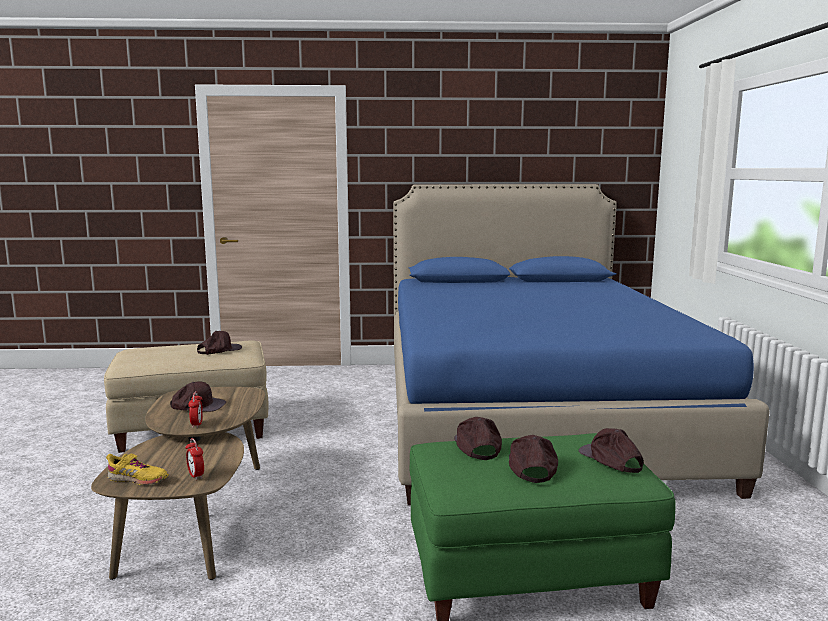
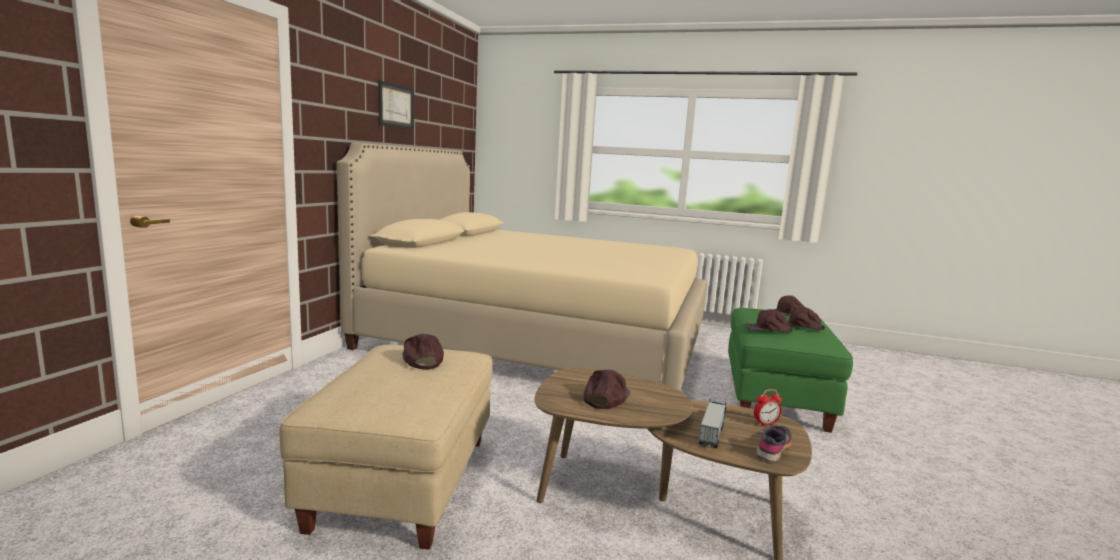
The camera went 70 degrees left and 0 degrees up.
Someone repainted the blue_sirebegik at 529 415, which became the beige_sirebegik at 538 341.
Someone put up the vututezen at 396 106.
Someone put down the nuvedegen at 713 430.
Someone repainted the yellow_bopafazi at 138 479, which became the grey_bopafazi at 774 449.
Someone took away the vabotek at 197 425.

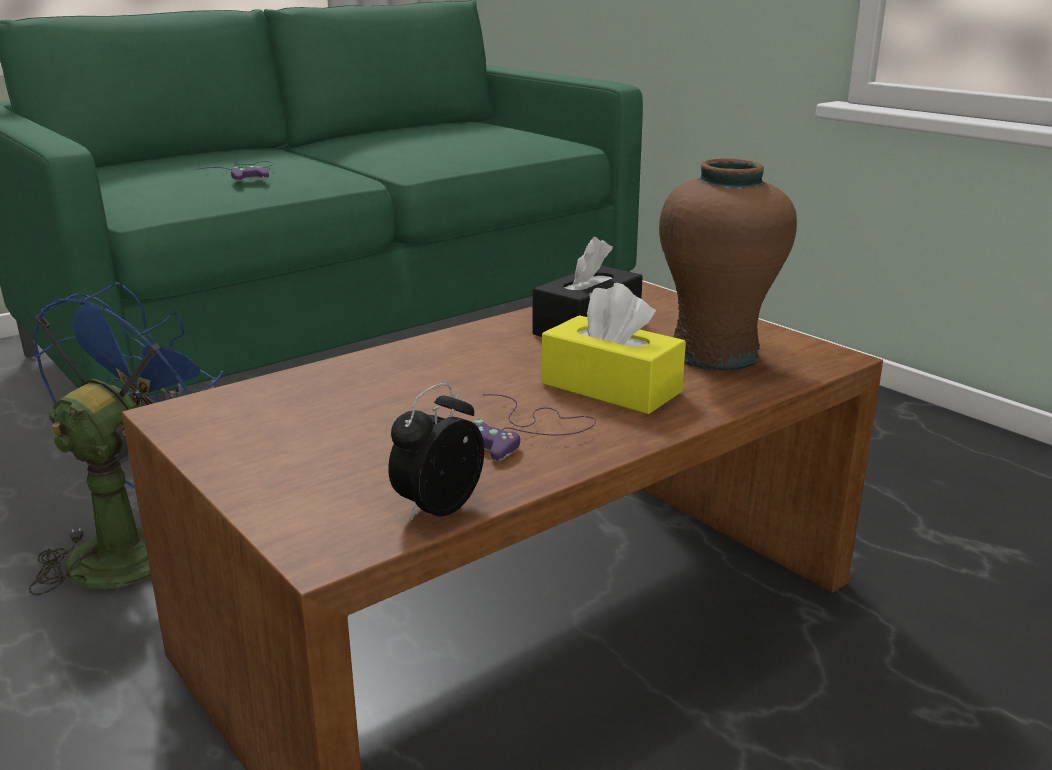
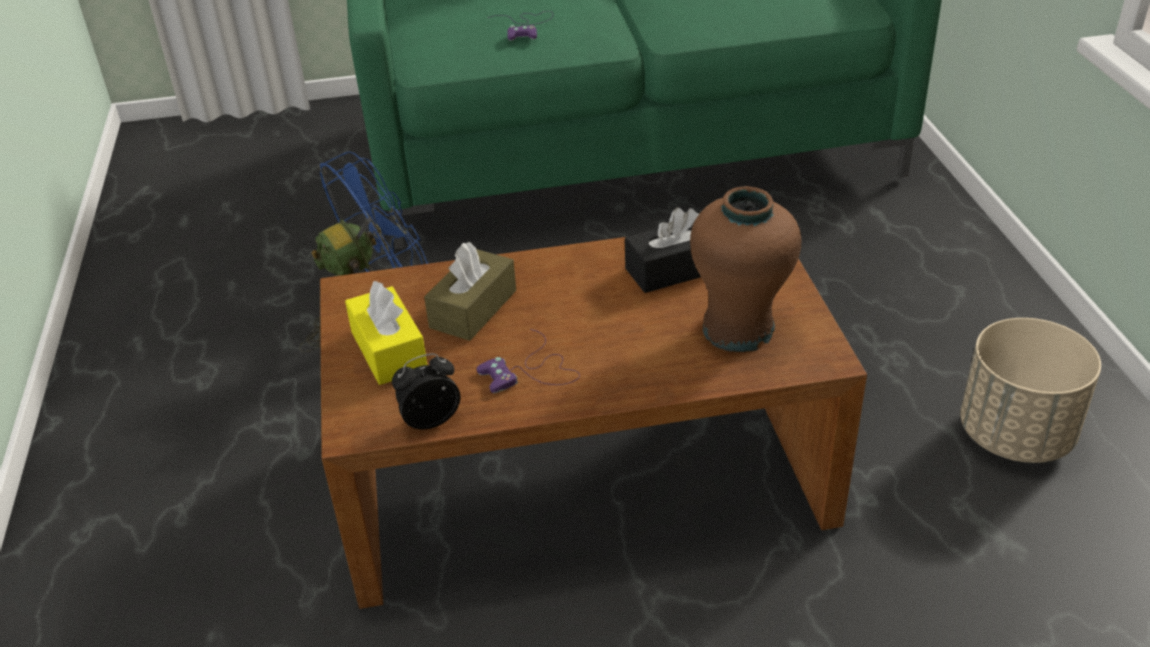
The camera went 30 degrees right and 15 degrees up.
Someone carried the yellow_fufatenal from 611 388 to 388 350.
Someone put down the brown_fufatenal at 473 309.
Someone put down the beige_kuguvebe at 1015 436.

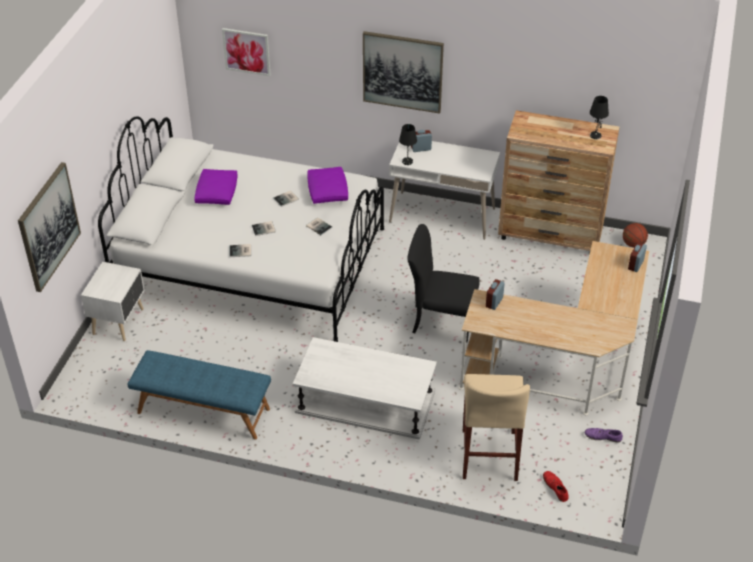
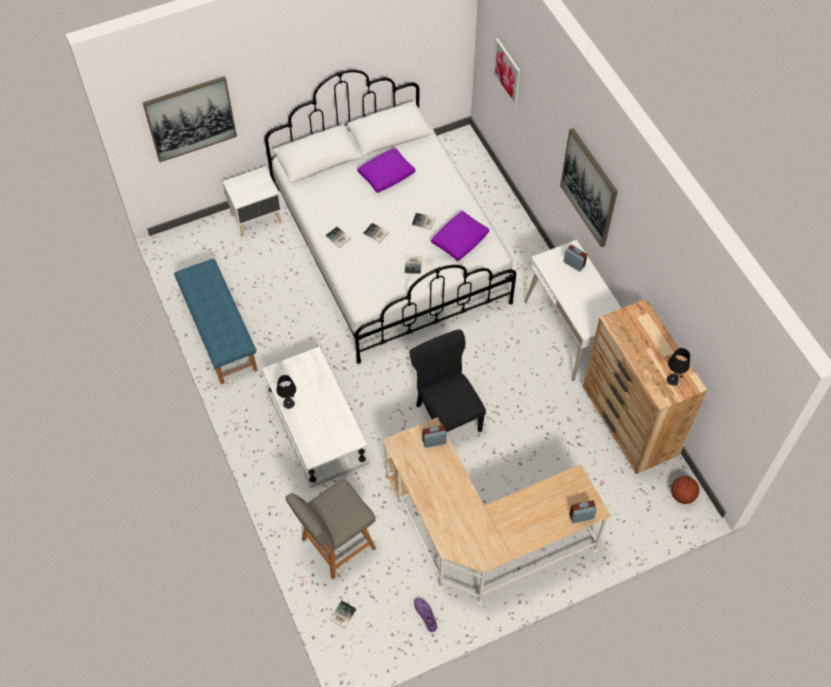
The camera went 50 degrees right and 15 degrees up.
Someone carried the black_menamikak from 407 161 to 289 403.
Someone swapped the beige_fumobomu at 489 454 for the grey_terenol at 336 545.
Someone swapped the red_bopafazi at 555 488 for the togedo at 342 614.

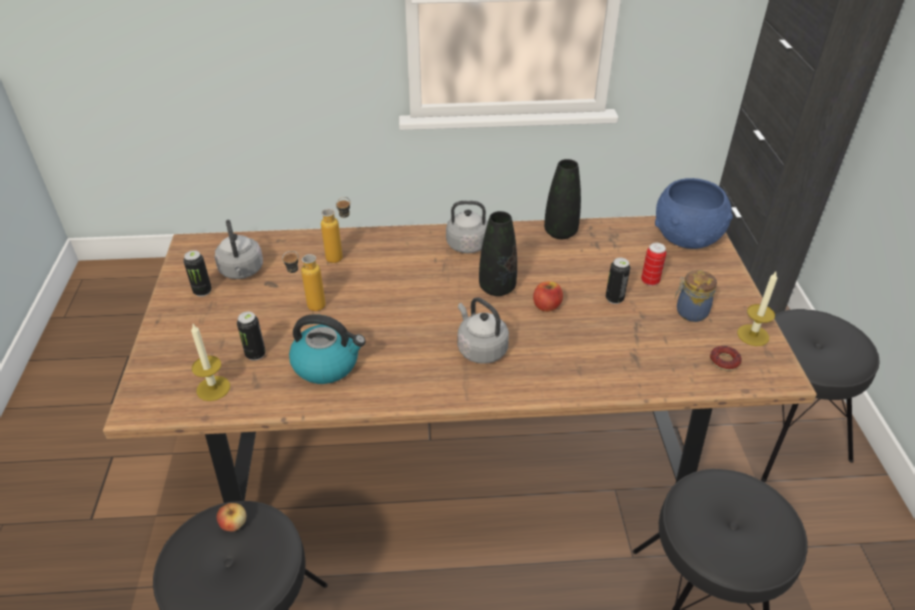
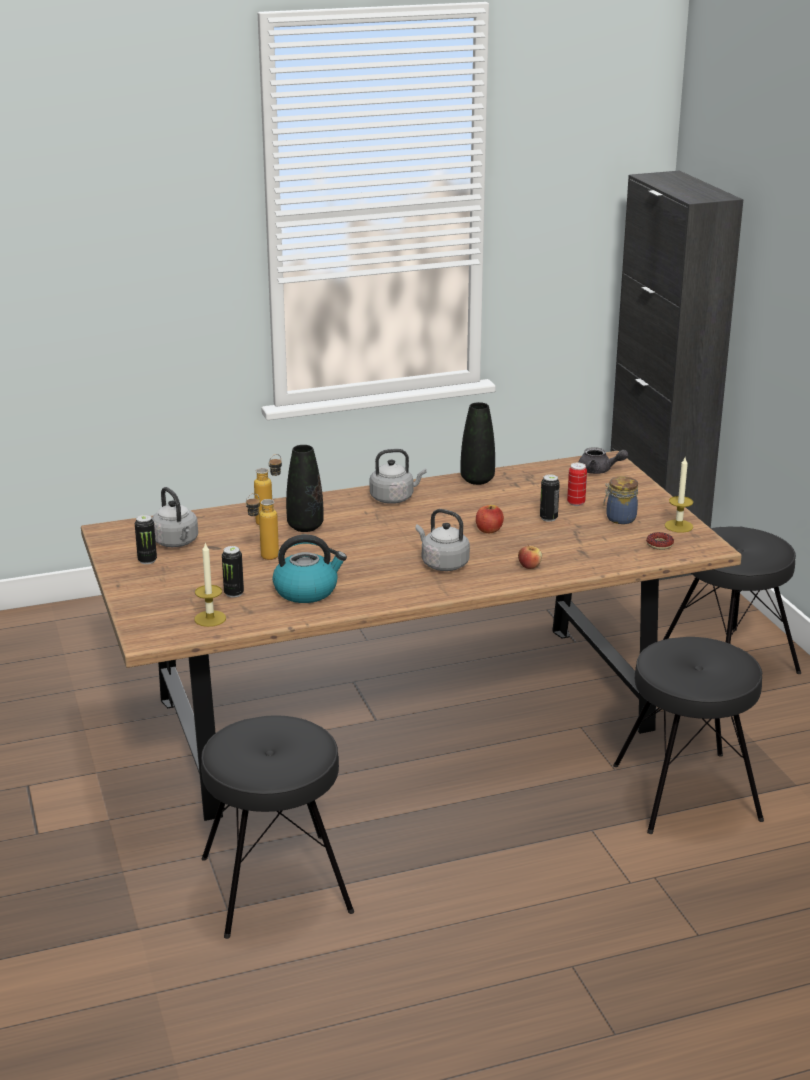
The camera went 15 degrees left and 15 degrees down.
Someone carried the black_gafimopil from 497 288 to 305 526.
Someone carried the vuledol from 234 524 to 529 566.
Someone swapped the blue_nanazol at 687 239 for the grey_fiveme at 599 471.

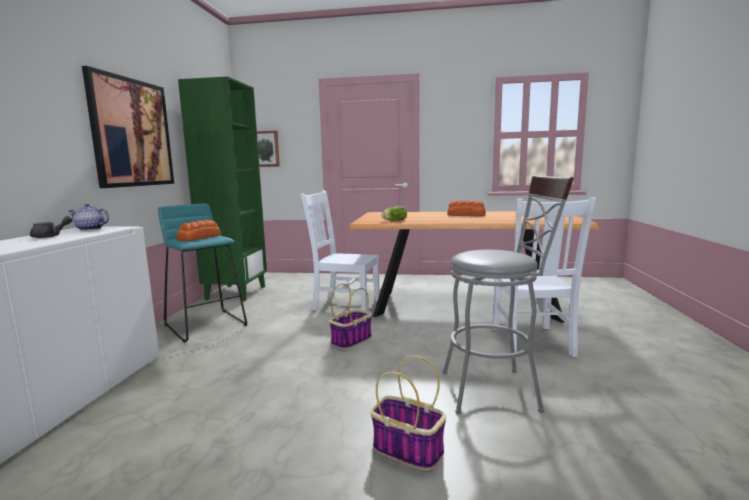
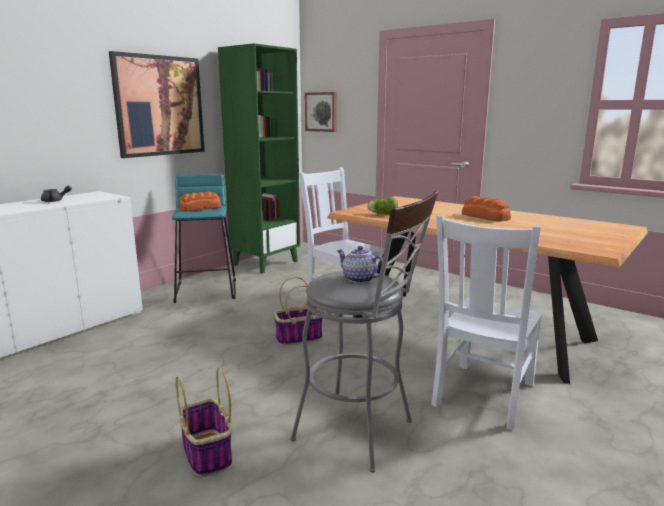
The camera went 30 degrees right and 5 degrees up.
Someone carried the fiveme from 89 229 to 359 279.

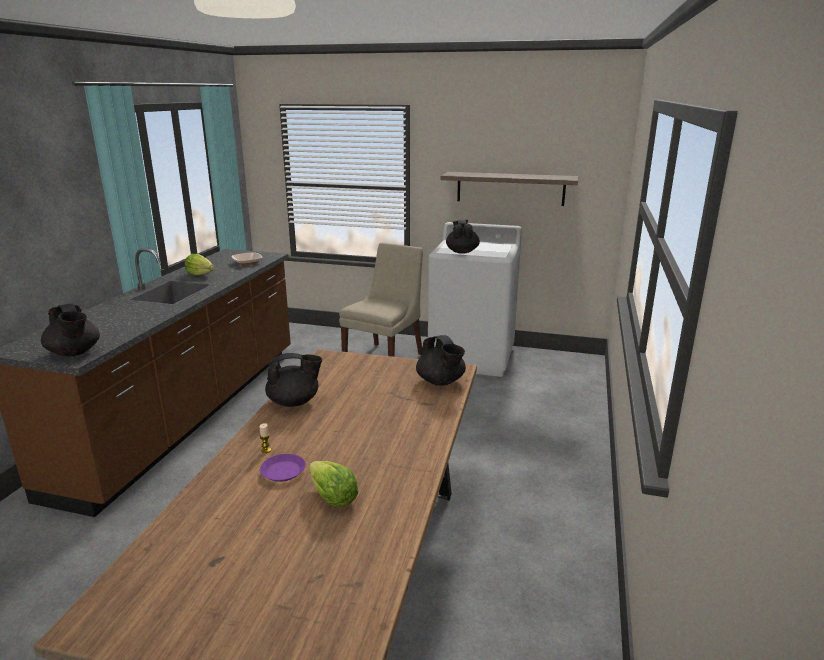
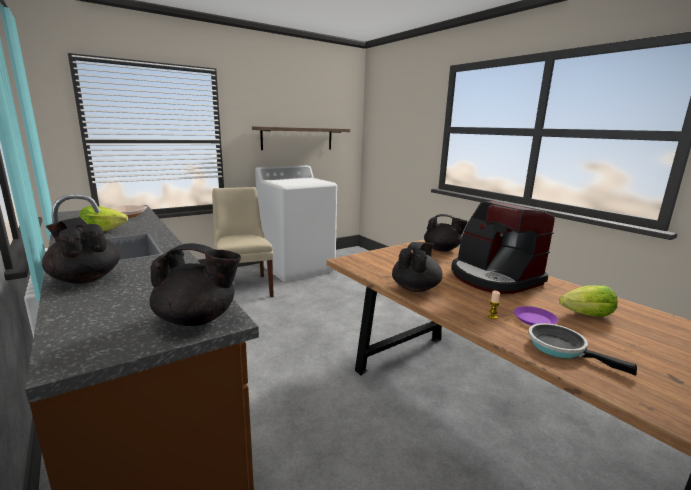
The camera went 50 degrees left and 5 degrees down.
Someone carried the black_fiveme from 462 252 to 85 278.
Someone put down the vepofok at 493 277.
Someone put down the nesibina at 561 348.

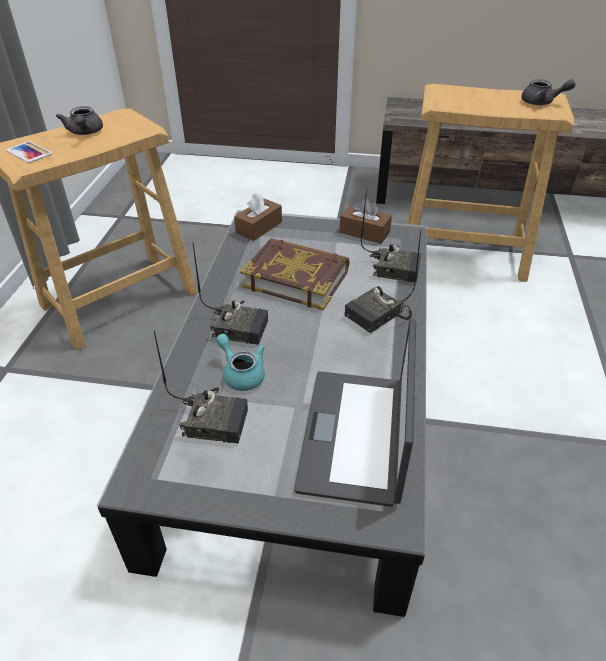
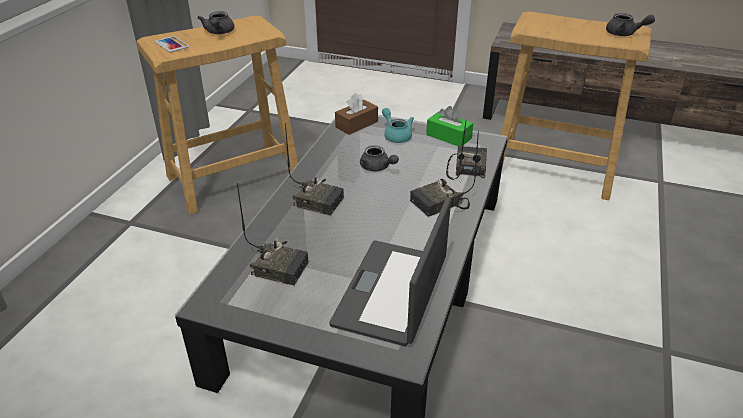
The camera went 10 degrees right and 5 degrees down.
Someone swapped the togedo at 296 278 for the grey_fiveme at 377 168.
Someone carried the turquoise_fiveme from 241 373 to 396 135.
Someone repainted the brown_fufatenal at 364 232, which became the green_fufatenal at 448 136.
Someone rotated the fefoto at 394 268 by 105 degrees counterclockwise.

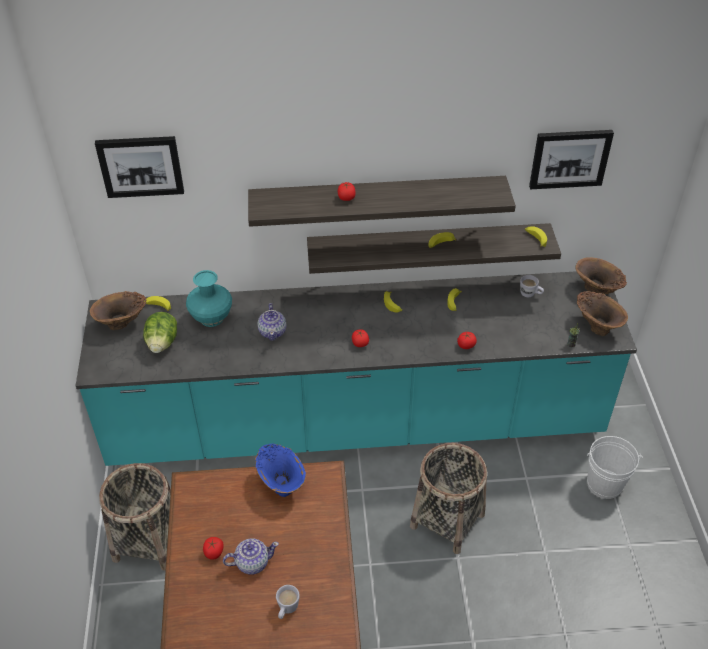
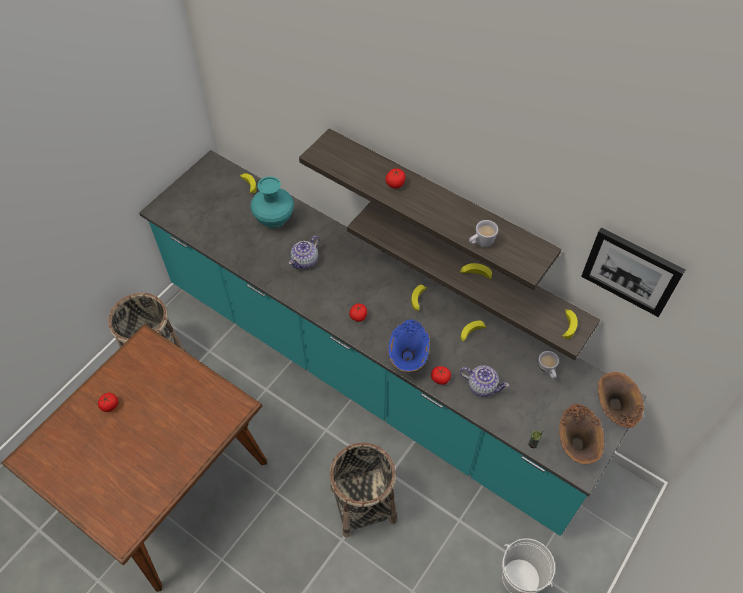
The camera went 40 degrees right and 10 degrees up.
Someone carried the blue_gafimopil from 281 484 to 408 358.
Someone carried the fiveme from 252 562 to 481 386.
Someone carried the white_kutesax from 287 610 to 481 243.
Someone took away the brown_gafimopil at 123 324.
Someone took away the vututezen at 141 166.
Someone took away the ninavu at 162 343.

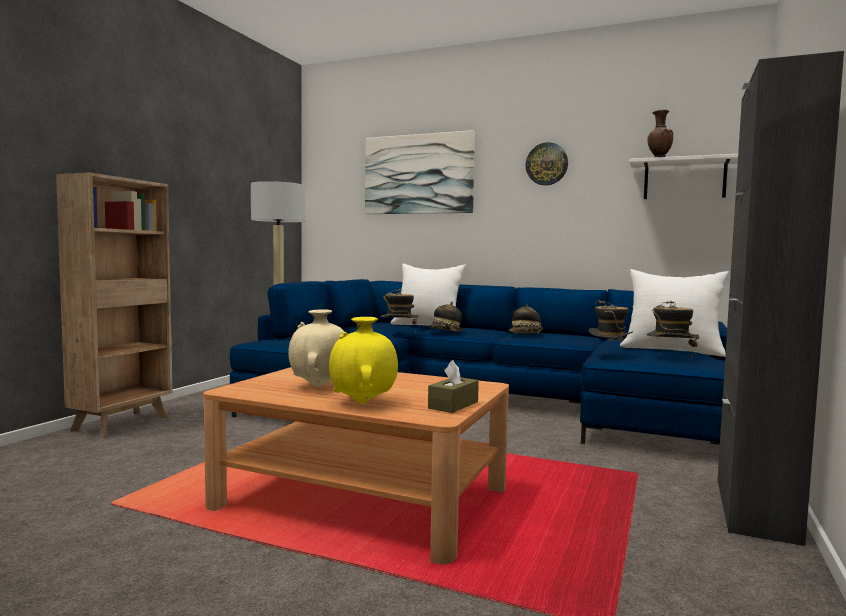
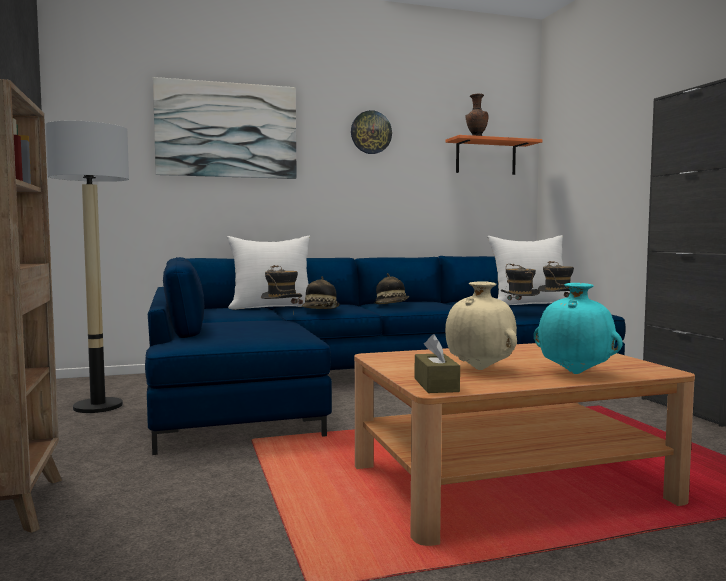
The camera went 40 degrees left and 0 degrees up.
Someone carried the brown_fufatenal from 453 405 to 436 385.
Someone repainted the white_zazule at 684 180, which became the orange_zazule at 486 157.
Someone repainted the yellow_gafimopil at 363 403, which became the turquoise_gafimopil at 575 373.

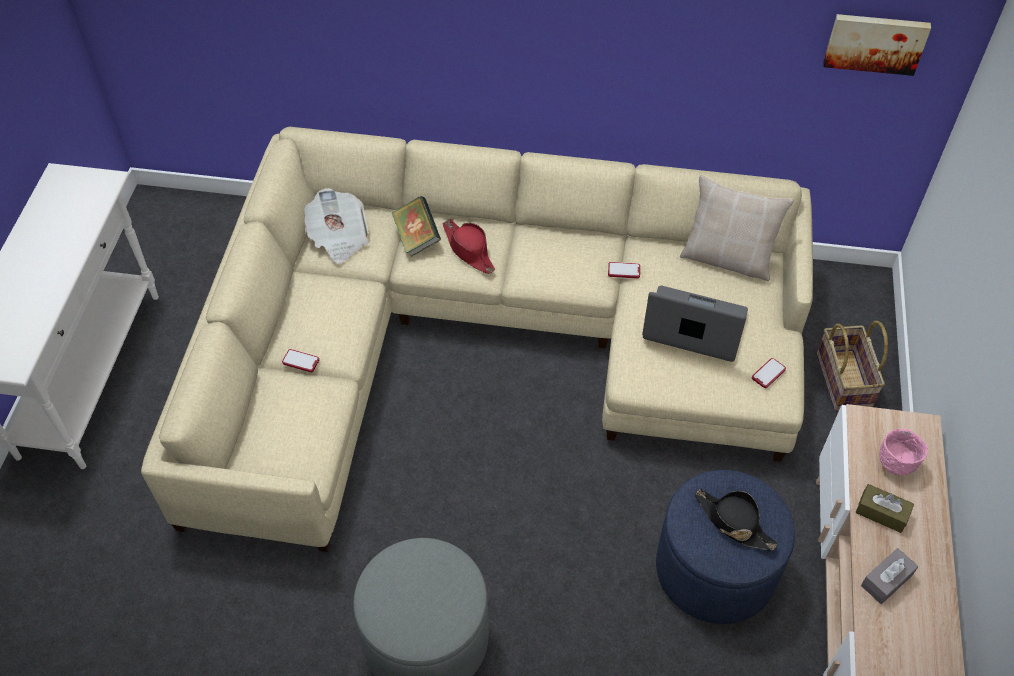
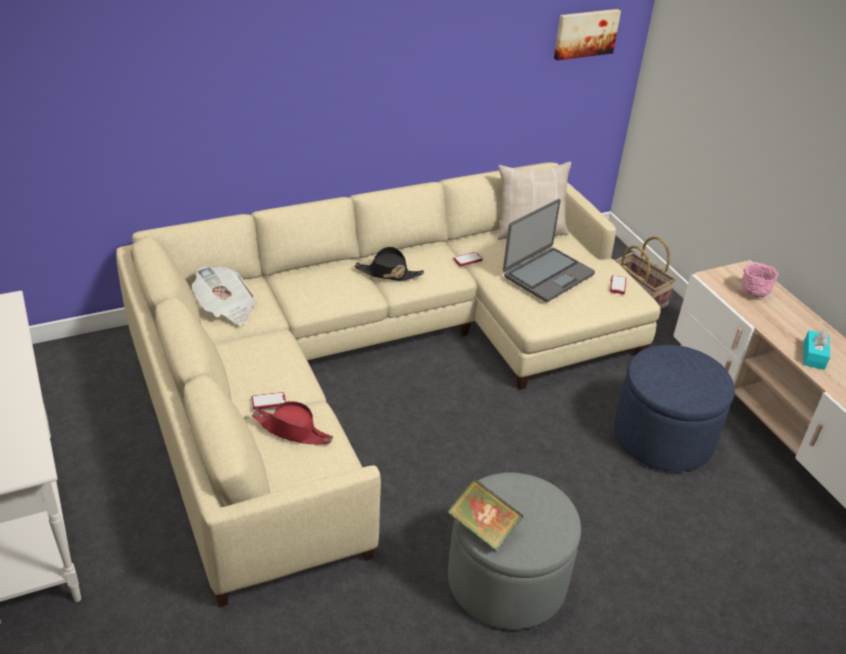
The camera went 35 degrees left and 15 degrees down.
Someone carried the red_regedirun from 469 250 to 292 431.
Someone carried the black_regedirun from 733 522 to 388 273.
Someone carried the togedo from 417 238 to 483 528.
Someone rotated the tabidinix at 694 327 by 150 degrees clockwise.
Someone repainted the grey_fufatenal at 886 580, which became the turquoise_fufatenal at 813 356.
Someone took away the brown_fufatenal at 881 513.

